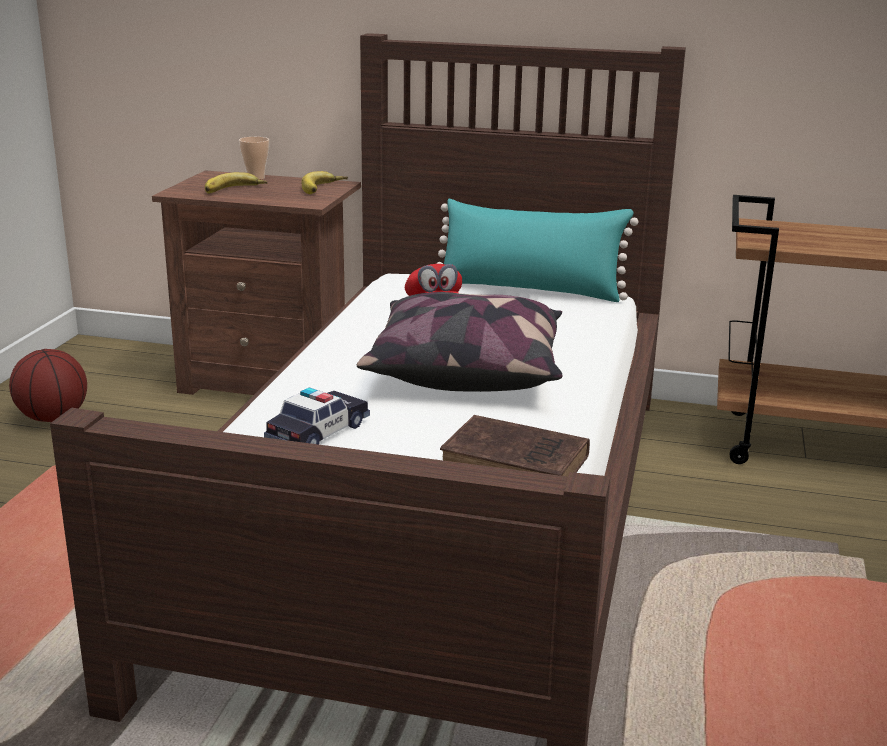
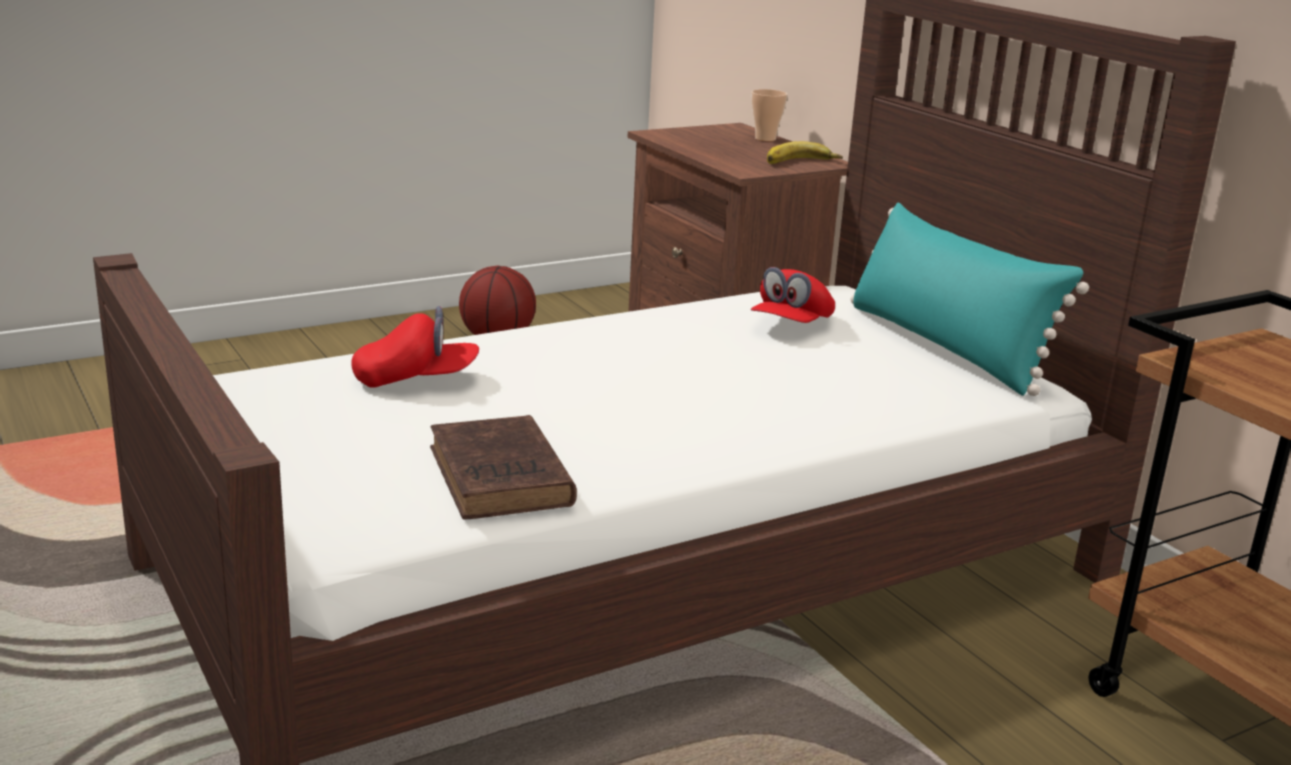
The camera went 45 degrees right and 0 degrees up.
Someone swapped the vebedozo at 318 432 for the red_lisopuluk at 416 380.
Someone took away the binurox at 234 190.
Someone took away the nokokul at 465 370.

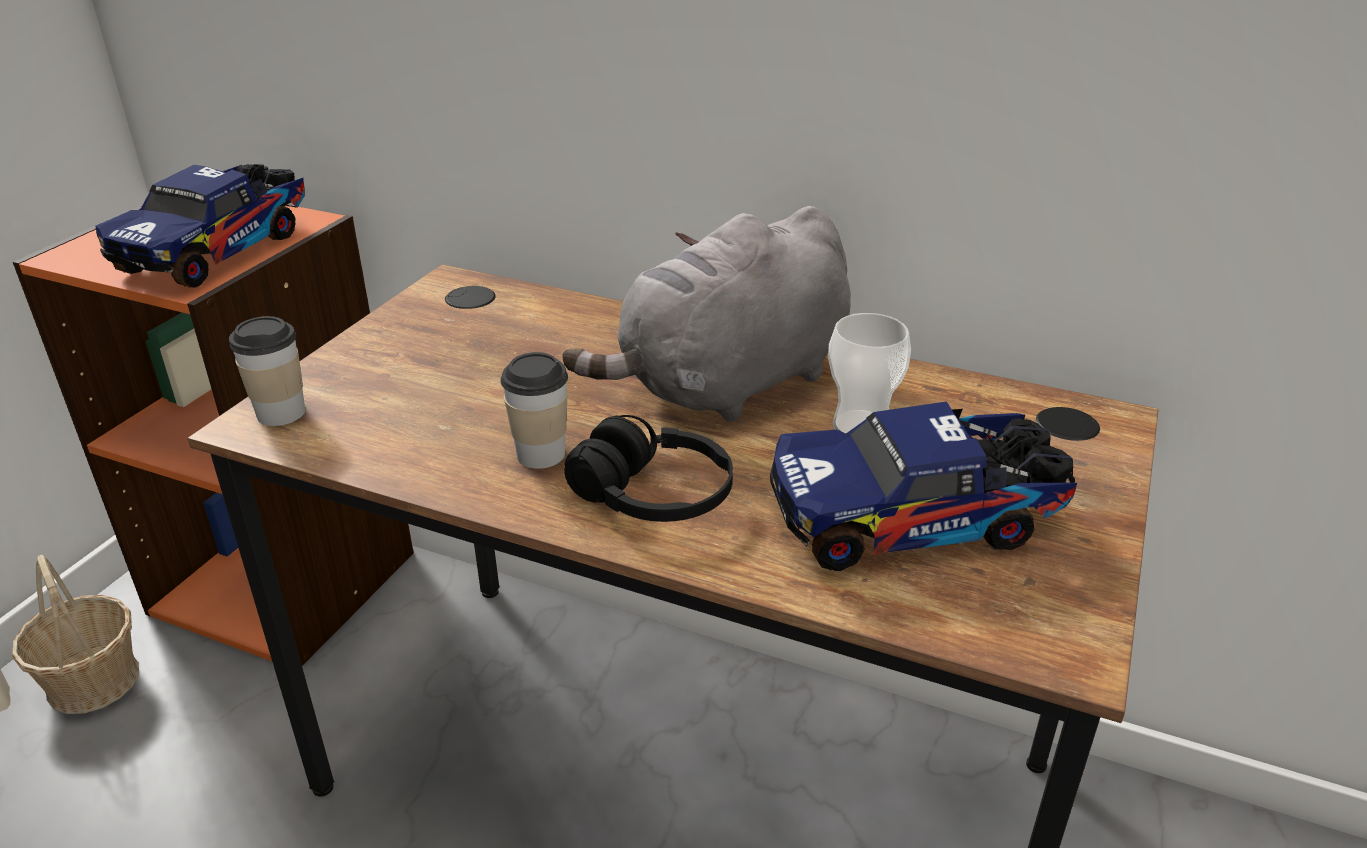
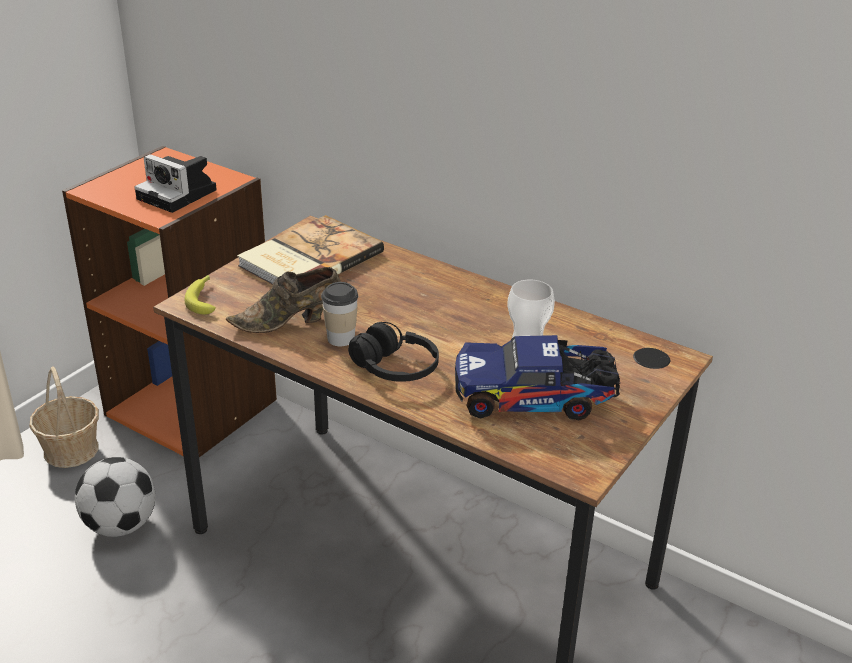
The camera went 10 degrees right and 0 degrees up.
Someone put down the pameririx at 120 526.
Someone swapped the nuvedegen at 220 250 for the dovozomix at 180 195.
Someone swapped the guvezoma at 281 413 for the binurox at 204 298.
Someone put down the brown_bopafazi at 290 322.
Someone put down the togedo at 308 259.
Someone took away the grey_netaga at 729 385.

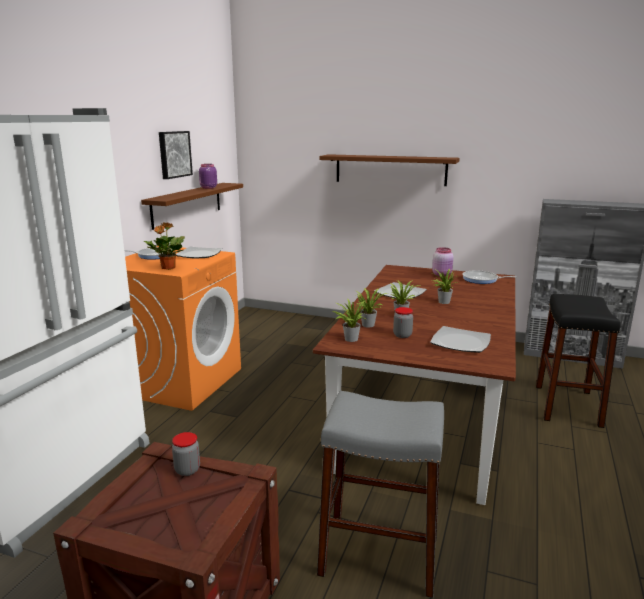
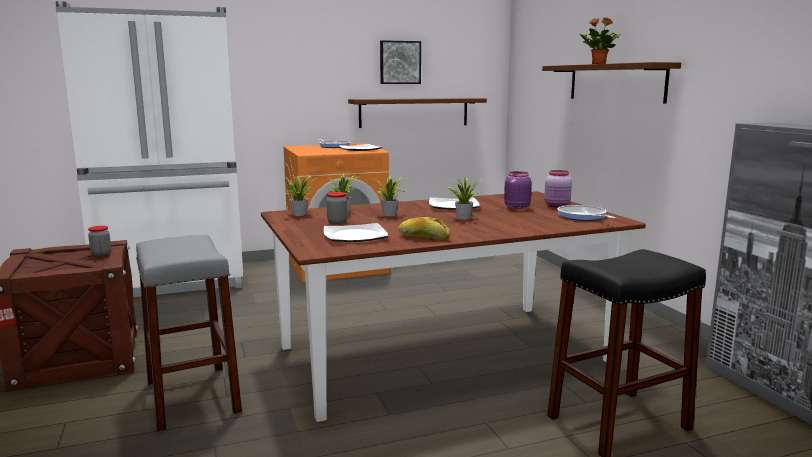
The camera went 50 degrees right and 5 degrees down.
Someone put down the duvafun at 423 237.
Someone carried the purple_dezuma from 208 188 to 516 207.
Someone carried the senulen from 168 268 to 598 64.

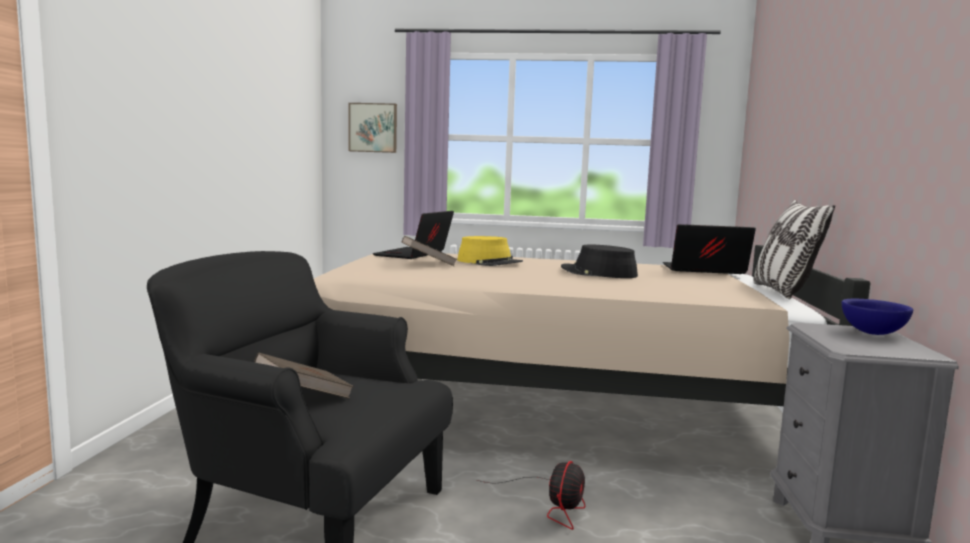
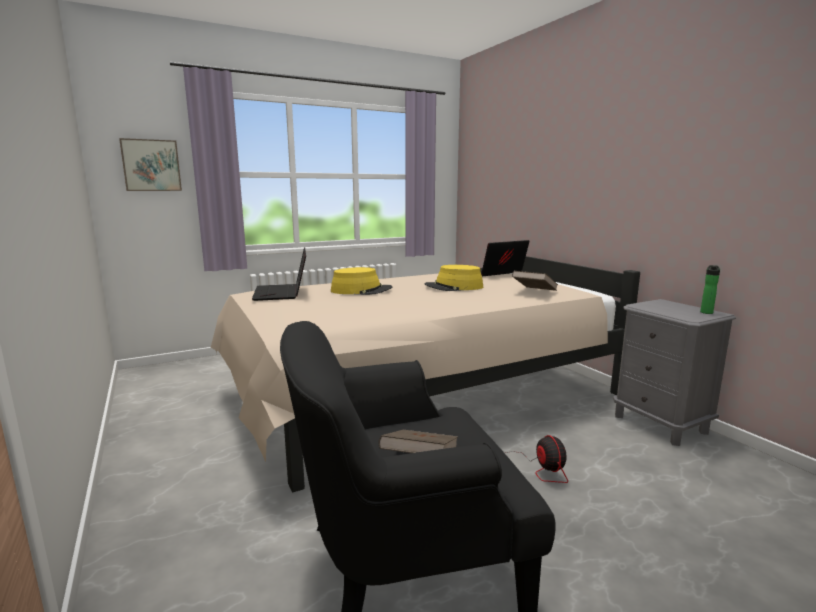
The camera went 35 degrees left and 5 degrees up.
Someone repainted the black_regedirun at 598 273, which became the yellow_regedirun at 454 287.
Someone carried the brown_togedo from 428 264 to 534 292.
Someone put down the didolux at 706 312.
Someone took away the nokokul at 782 292.
Someone took away the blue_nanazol at 873 333.

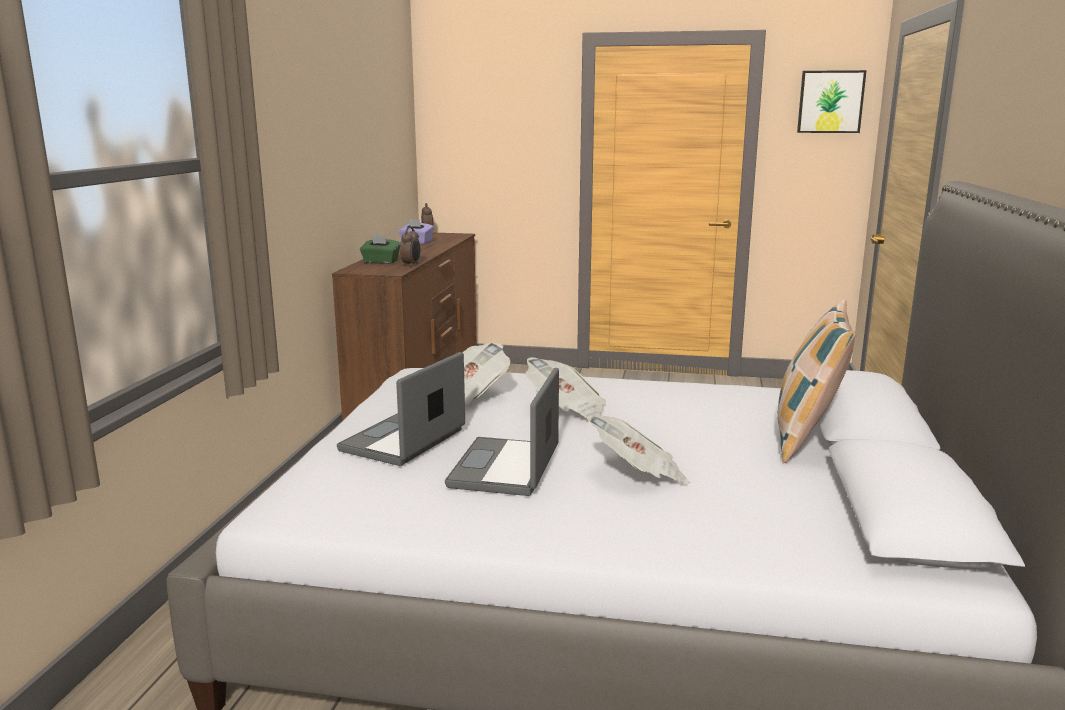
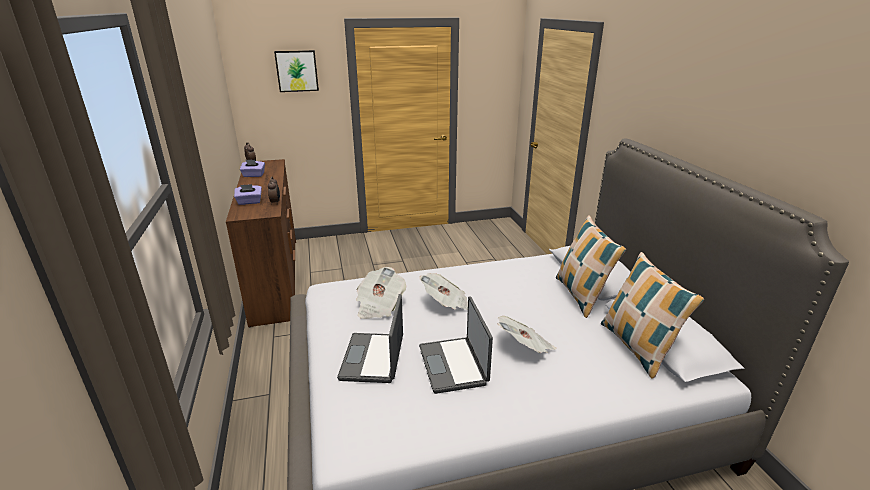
The camera went 25 degrees left and 10 degrees up.
Someone repainted the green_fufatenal at 380 262, which became the purple_fufatenal at 249 202.
Someone carried the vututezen from 830 102 to 297 71.
Someone put down the nokokul at 637 347.

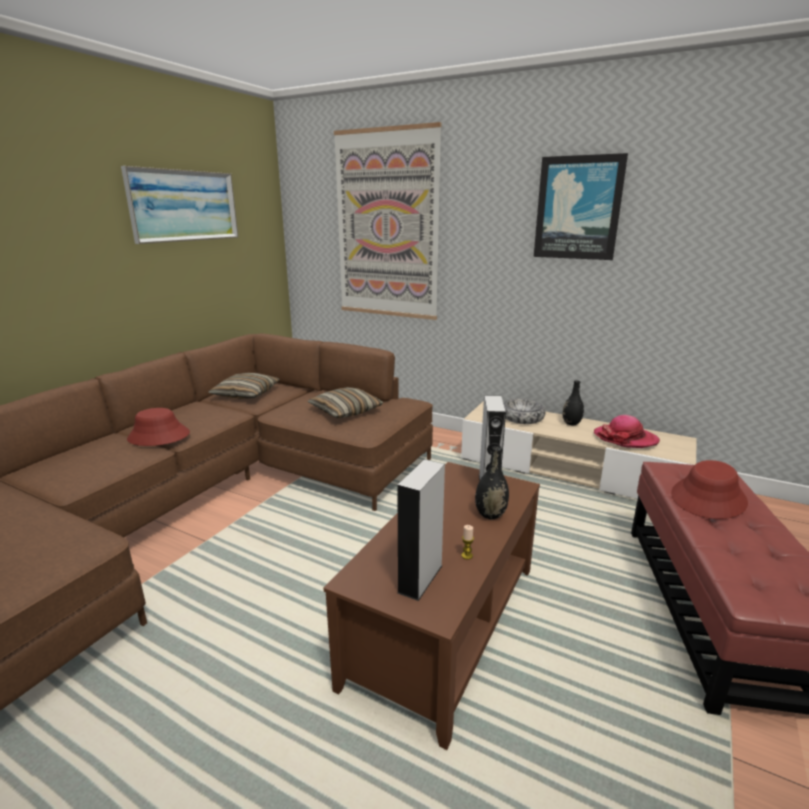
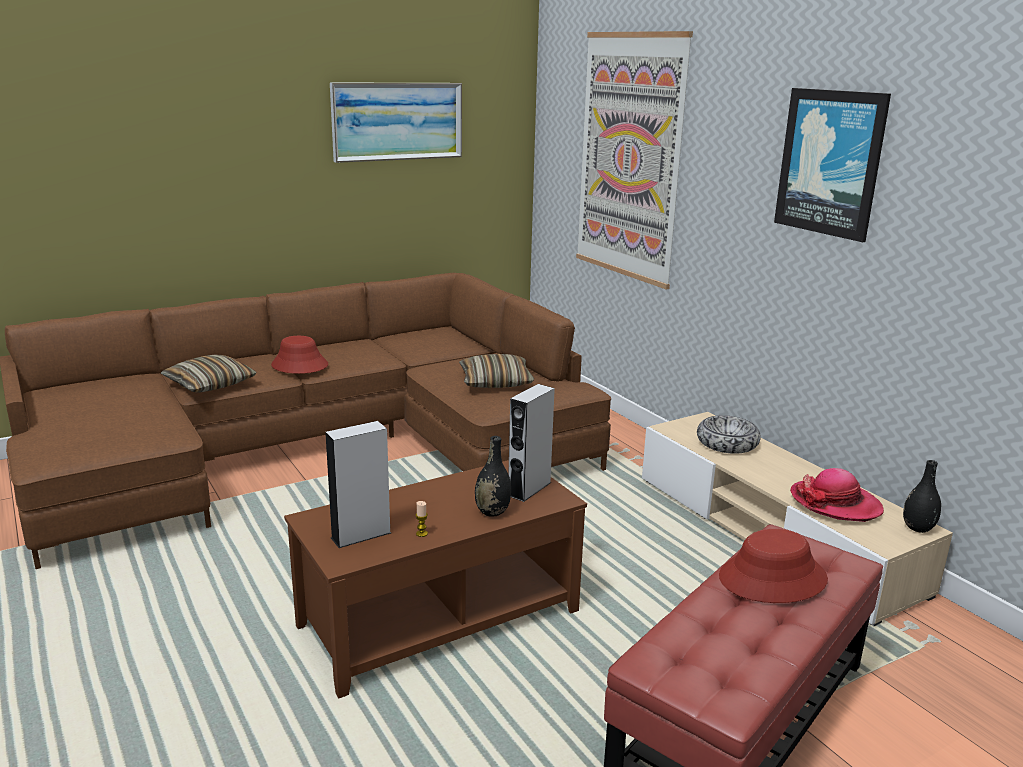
The camera went 30 degrees right and 0 degrees up.
Someone carried the nokokul from 246 394 to 210 384.
Someone carried the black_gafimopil from 571 423 to 917 528.

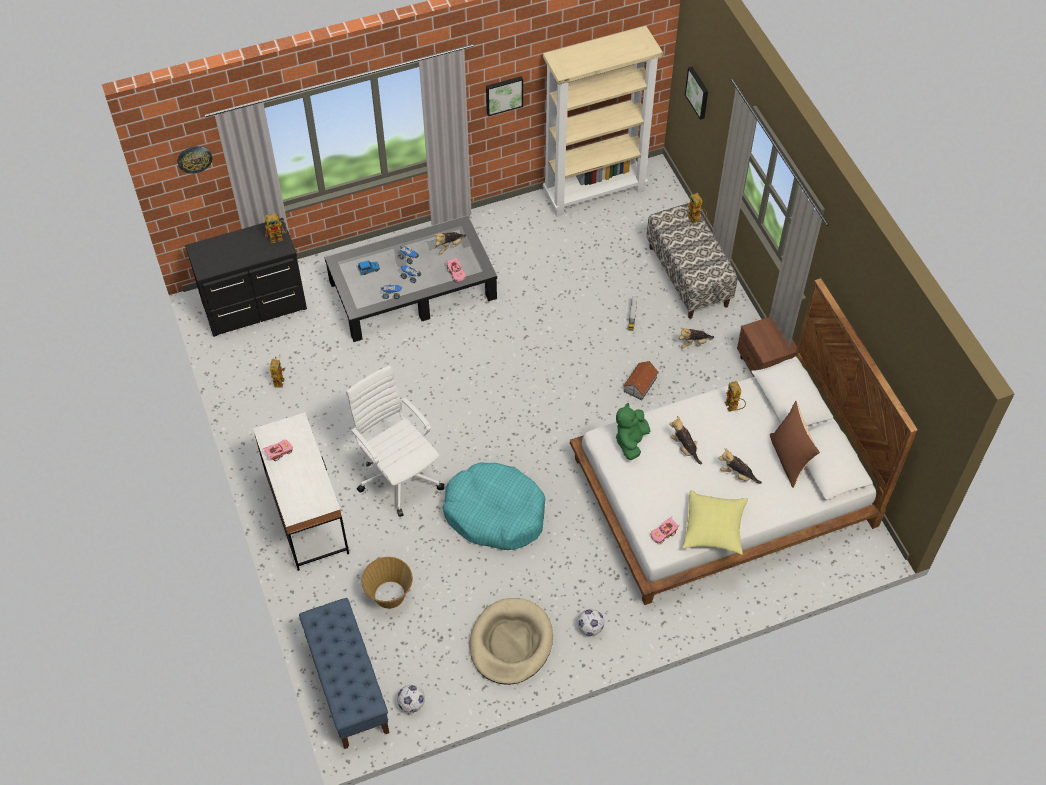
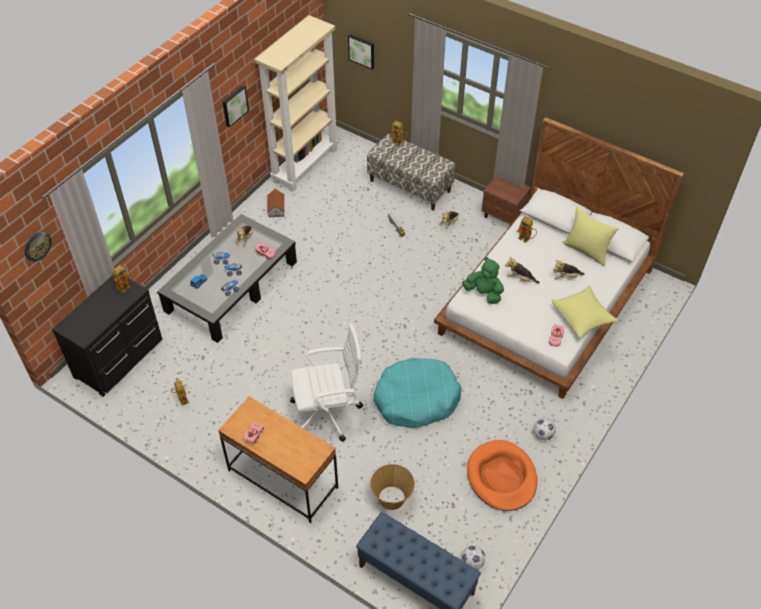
The camera went 35 degrees left and 5 degrees down.
Someone repainted the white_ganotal at 307 513, which became the brown_ganotal at 282 479.
Someone carried the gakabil from 640 384 to 276 208.
Someone rotated the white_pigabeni at 399 475 by 150 degrees clockwise.
Someone rotated the green_netaga at 631 441 by 135 degrees clockwise.
Someone repainted the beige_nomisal at 510 643, which became the orange_nomisal at 501 477.
Someone repainted the brown_nokokul at 790 458, which became the yellow_nokokul at 586 250.

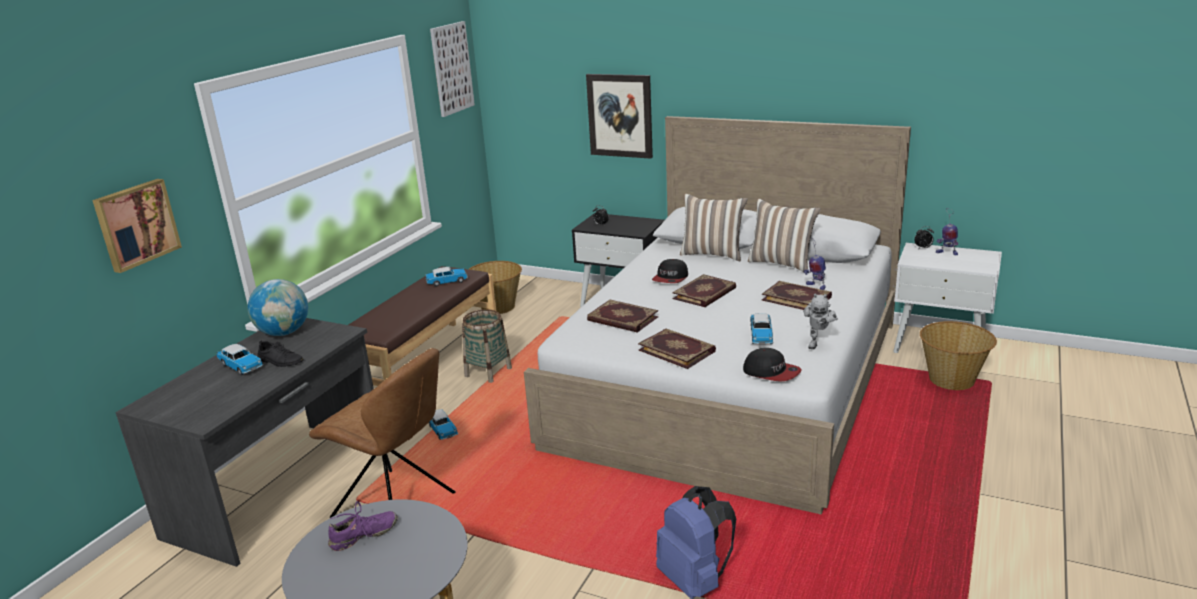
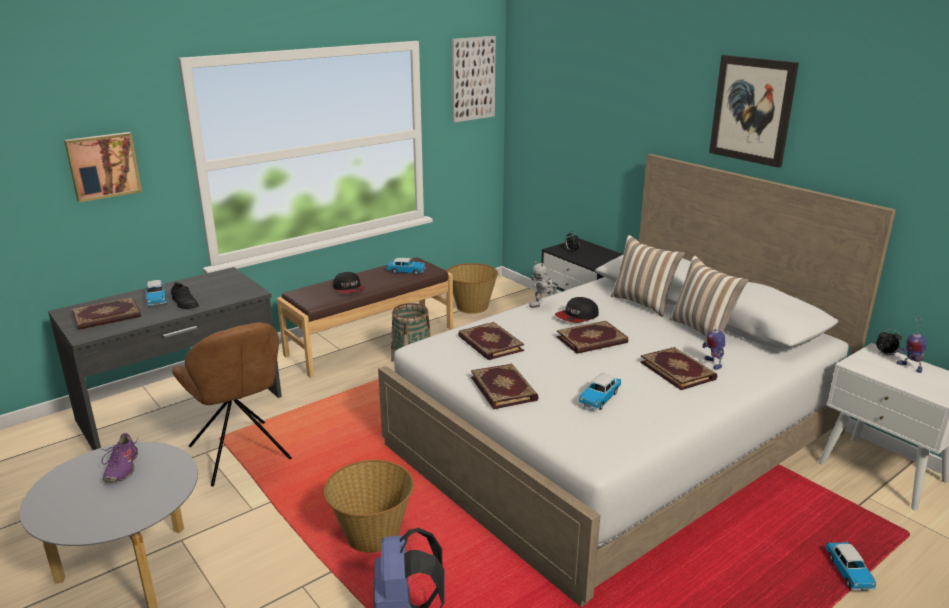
The camera went 25 degrees right and 0 degrees up.
Someone put down the togedo at 107 316.
Someone rotated the purple_bopafazi at 364 536 by 90 degrees clockwise.
Someone carried the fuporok from 952 381 to 372 536.
Someone carried the lisopuluk from 771 372 to 348 289.
Someone carried the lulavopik from 817 343 to 543 305.
Someone carried the vututezen from 620 115 to 752 110.
Someone carried the vebedozo from 442 430 to 848 572.
Someone took away the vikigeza at 284 333.

